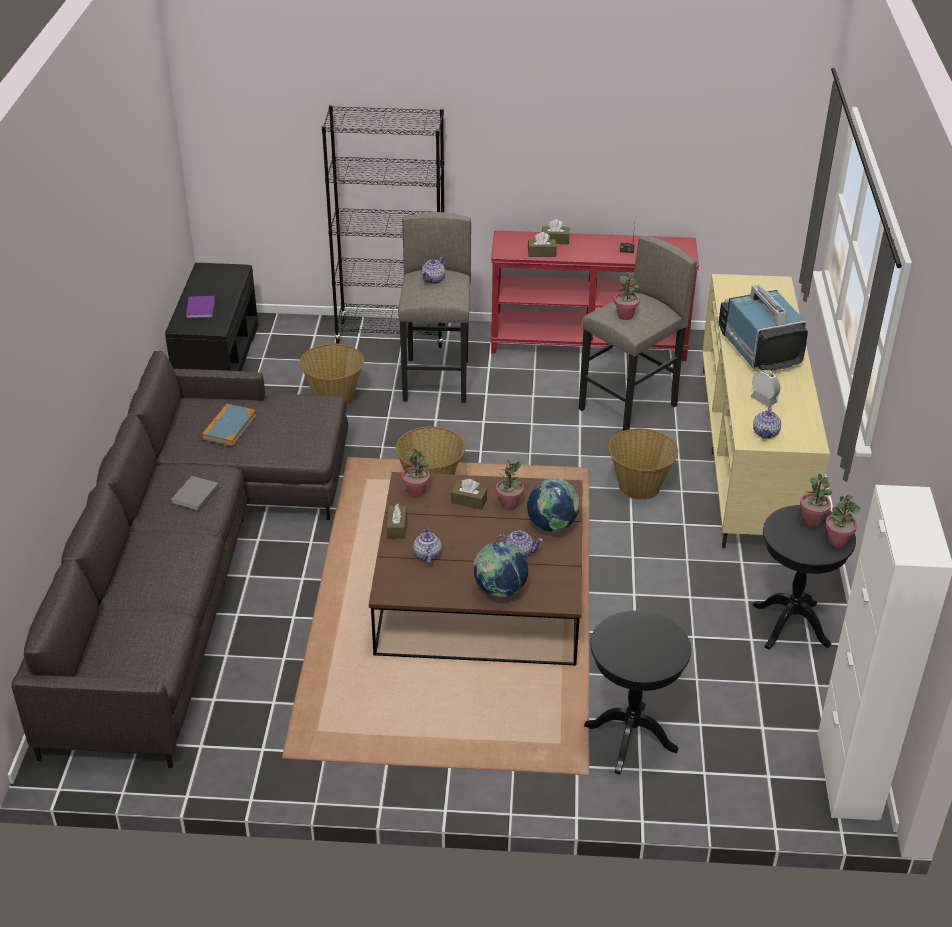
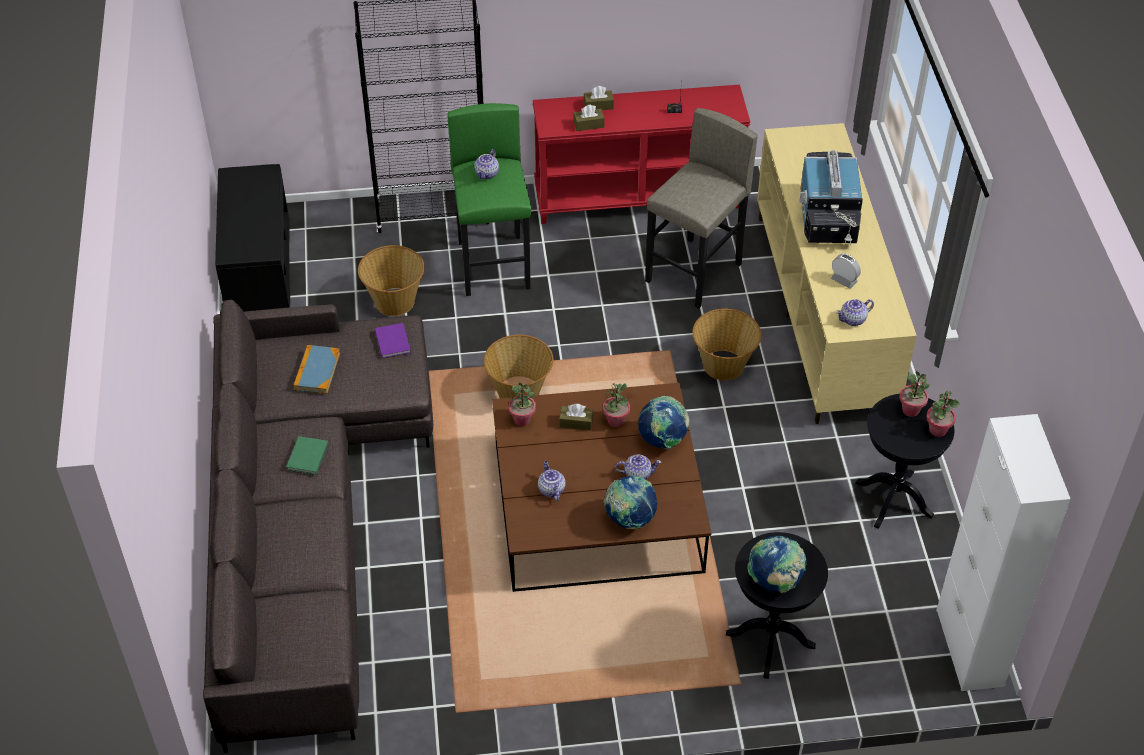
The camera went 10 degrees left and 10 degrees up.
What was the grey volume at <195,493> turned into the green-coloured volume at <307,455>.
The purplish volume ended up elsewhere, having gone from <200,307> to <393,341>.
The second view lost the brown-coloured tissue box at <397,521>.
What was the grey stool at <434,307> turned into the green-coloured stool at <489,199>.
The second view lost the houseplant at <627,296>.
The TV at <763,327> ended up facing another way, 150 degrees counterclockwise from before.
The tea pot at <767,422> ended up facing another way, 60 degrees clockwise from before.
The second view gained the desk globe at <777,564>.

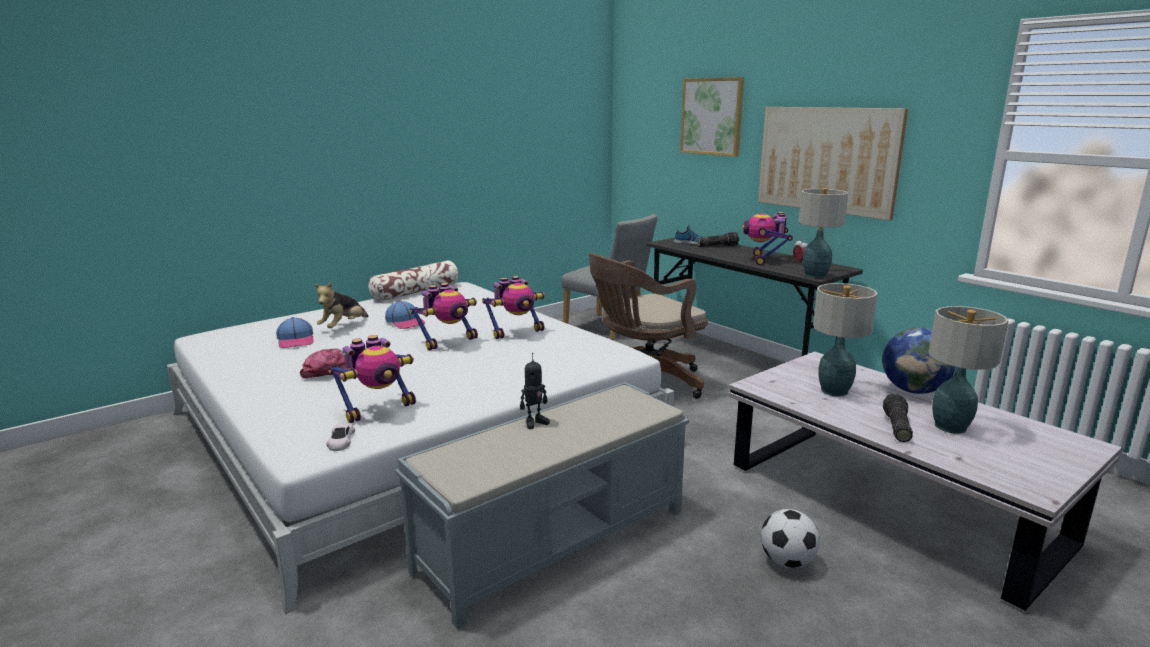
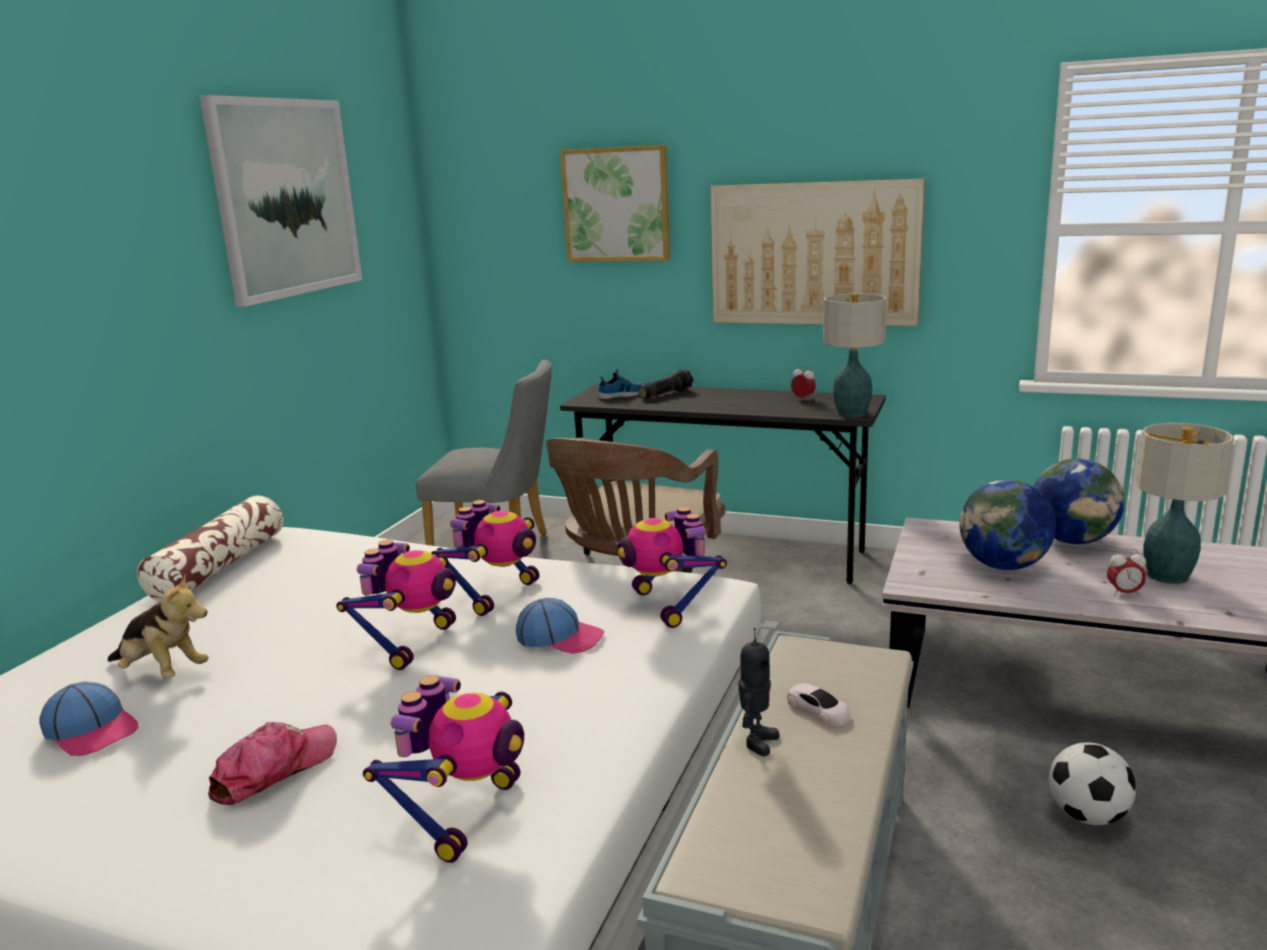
The camera went 30 degrees left and 0 degrees up.
The plush toy at <341,305> ended up facing another way, 60 degrees counterclockwise from before.
The white-coloured miniature car ended up elsewhere, having gone from <340,437> to <818,704>.
The cap ended up elsewhere, having gone from <405,315> to <560,626>.
The model robot ended up elsewhere, having gone from <767,238> to <672,567>.
Where the table lamp stood at <845,339>, the desk globe came to stand at <1007,525>.
Where the hand torch stood at <898,418>, the table clock came to stand at <1126,572>.
The second view gained the wall picture at <281,201>.

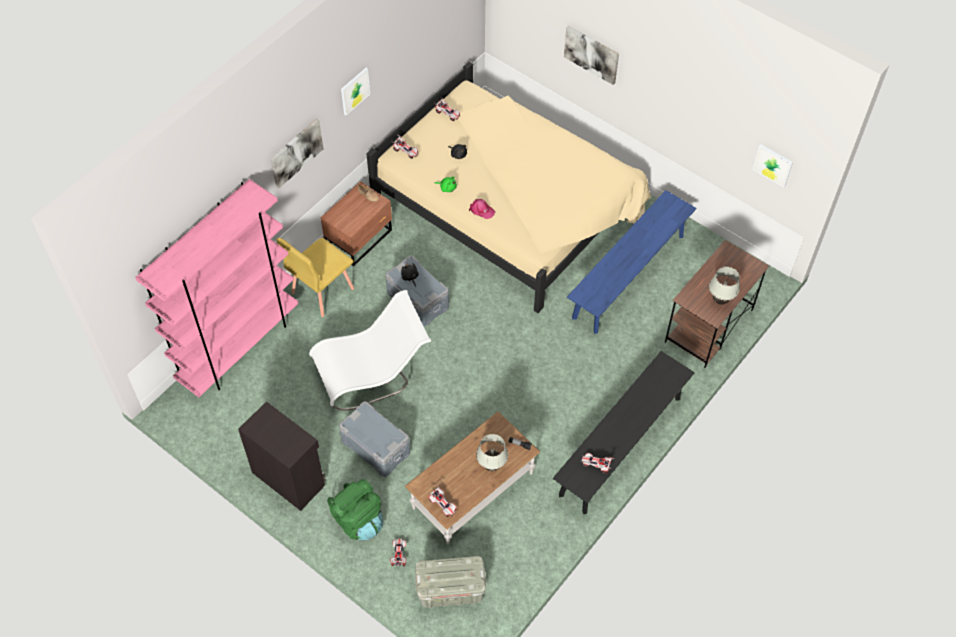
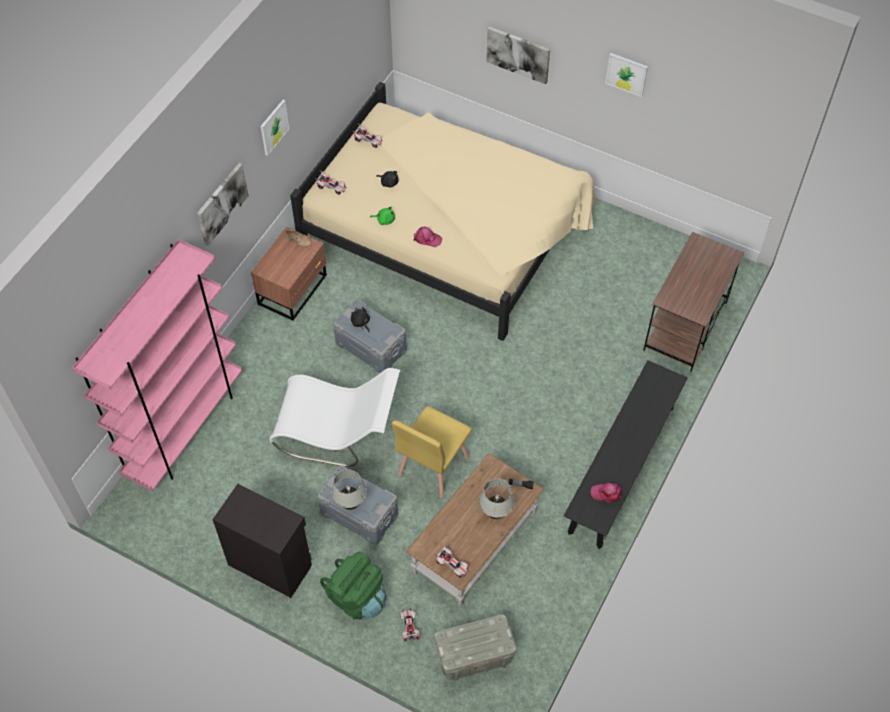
The camera went 10 degrees left and 0 degrees up.
The yellow chair ended up elsewhere, having gone from <315,277> to <432,452>.
The white-coloured chair at <370,350> ended up facing another way, 45 degrees clockwise from before.
The second view lost the blue-coloured bench at <631,262>.
Where the miniature car stood at <597,463>, the pinkish cap came to stand at <607,493>.
The white-coloured table lamp ended up elsewhere, having gone from <724,286> to <349,490>.
The wall picture ended up elsewhere, having gone from <773,165> to <626,75>.

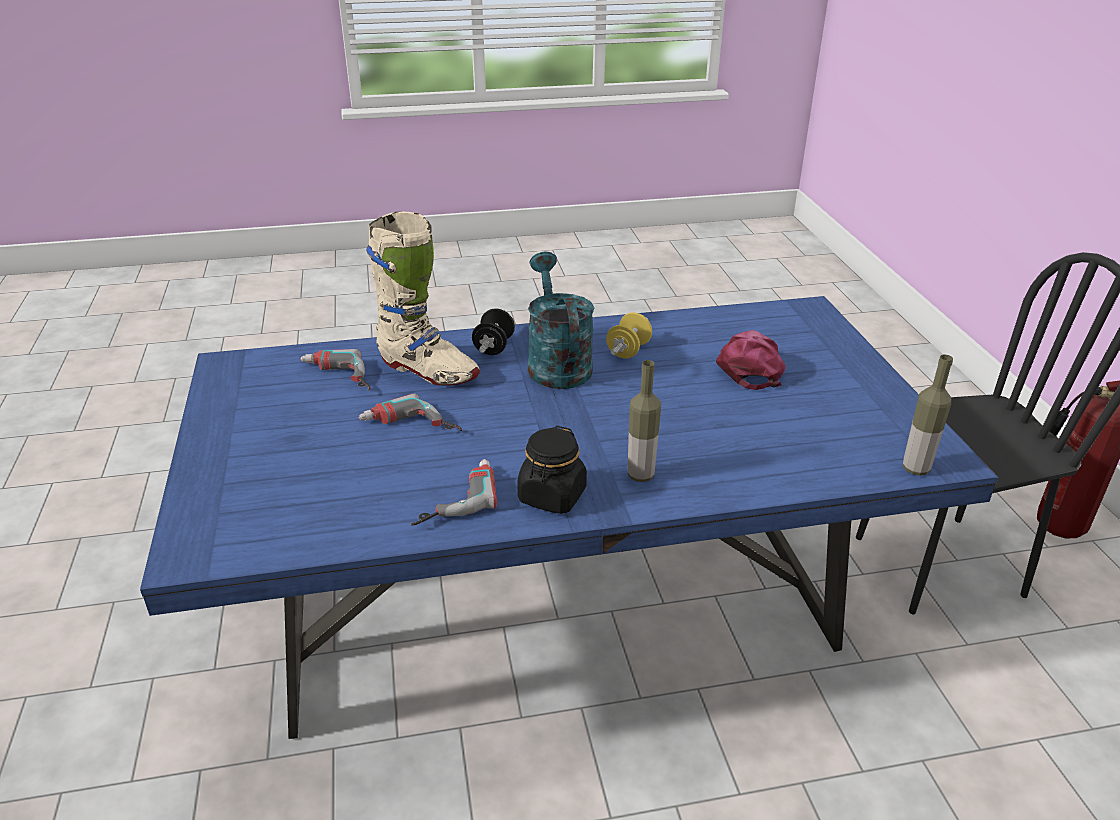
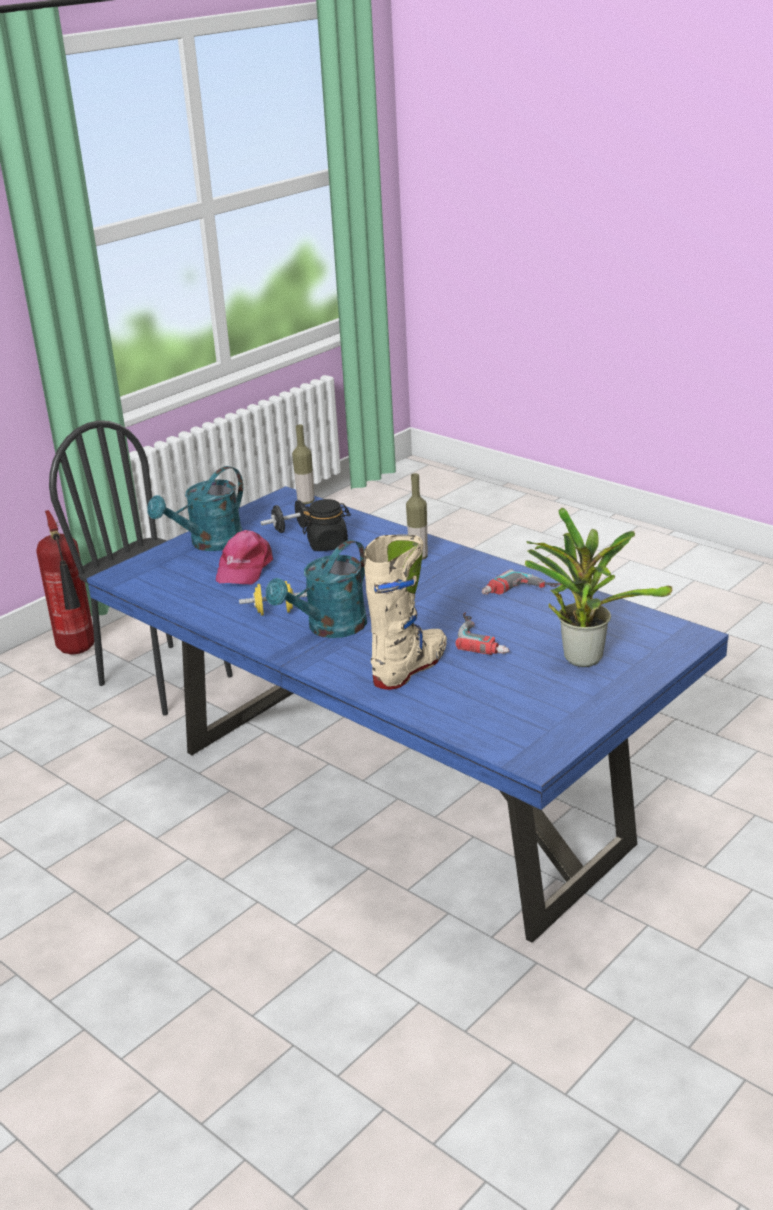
The camera went 125 degrees left and 5 degrees down.
The second view lost the electric drill at <335,370>.
The beige-coloured high-top boot at <423,299> ended up facing another way, 45 degrees clockwise from before.
The black-coloured dumbbell ended up elsewhere, having gone from <493,332> to <284,516>.
The black-coloured jar ended up elsewhere, having gone from <552,470> to <327,525>.
The pinkish cap at <751,360> ended up facing another way, 45 degrees counterclockwise from before.
The second view gained the blue-green watering can at <195,508>.
The second view gained the houseplant at <598,587>.

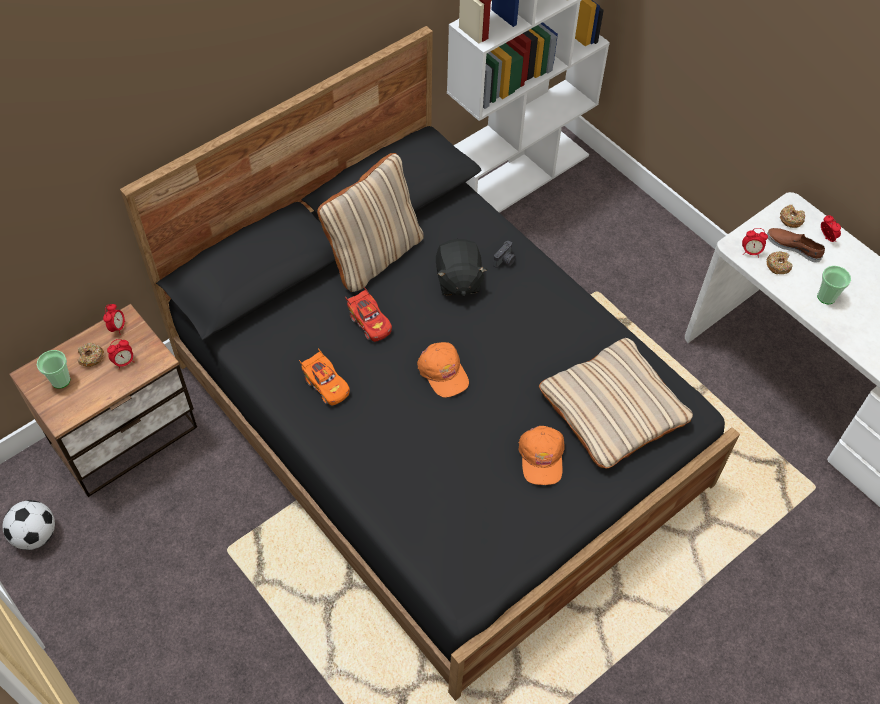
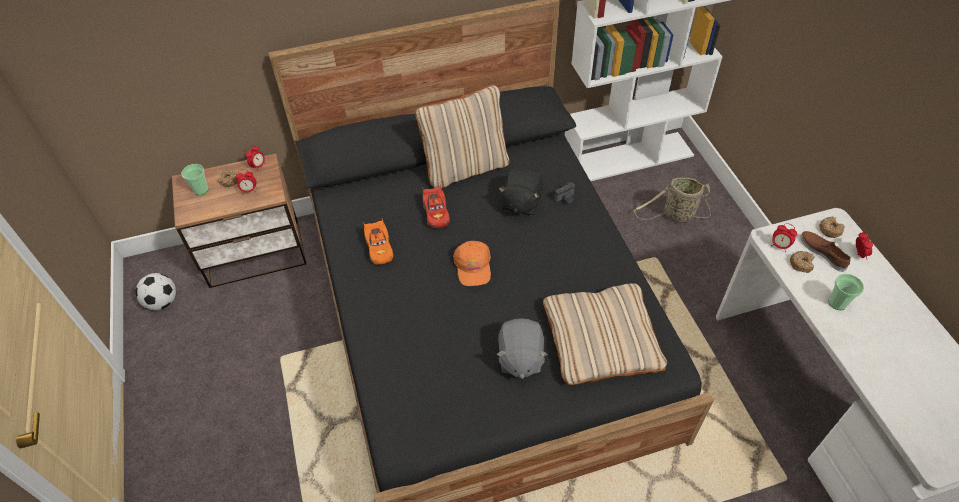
The camera went 25 degrees right and 5 degrees down.
Where the orange-coloured cap stood at <541,455>, the grey plush toy came to stand at <522,348>.
The second view gained the basket at <672,200>.

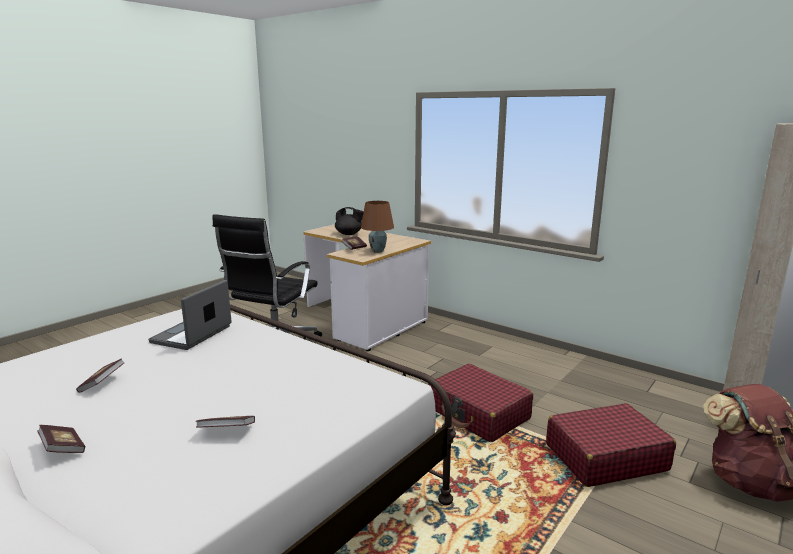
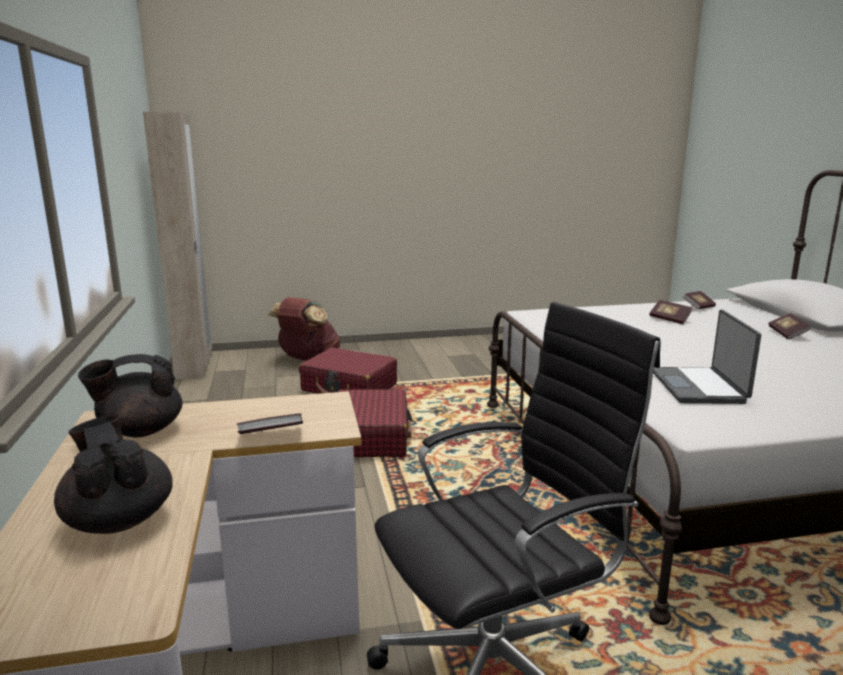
The camera went 140 degrees left and 0 degrees up.
The volume ended up elsewhere, having gone from <100,376> to <699,300>.
The notebook computer at <190,315> ended up facing another way, 120 degrees clockwise from before.
The second view lost the brown-coloured table lamp at <377,227>.
The second view gained the black-coloured tea pot at <130,395>.

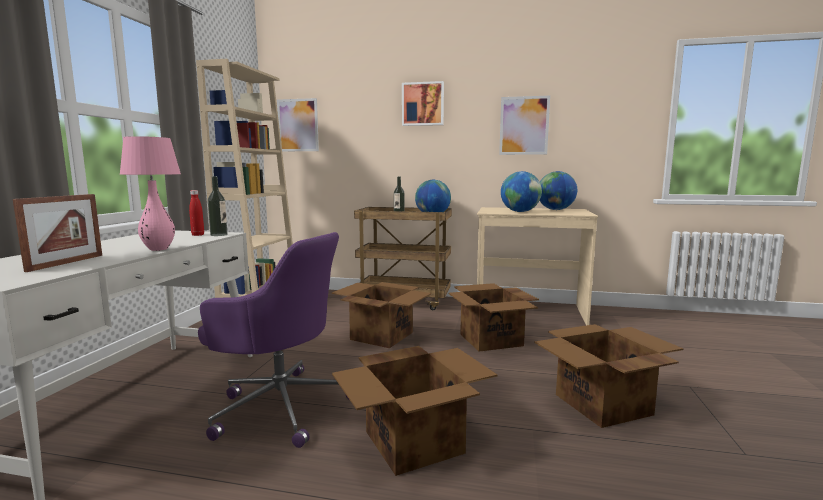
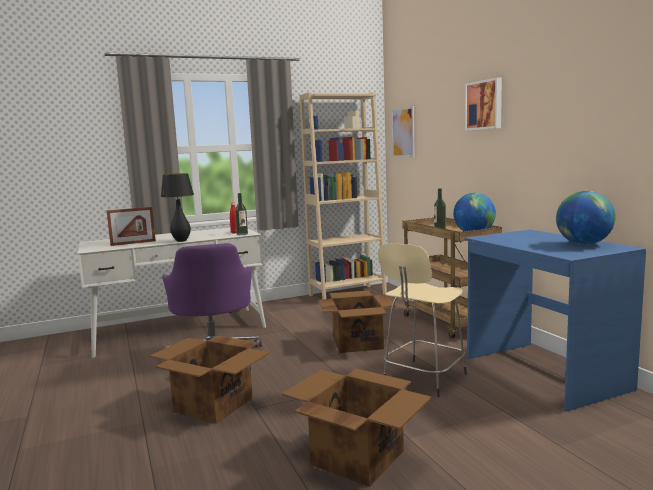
The camera went 55 degrees right and 0 degrees up.
What was the pinkish table lamp at <150,193> turned into the black-coloured table lamp at <177,207>.
Where the cardboard box stood at <494,317>, the beige-coloured stool came to stand at <422,320>.
What was the beige-coloured desk unit at <537,266> turned into the blue-coloured desk unit at <555,320>.
The second view lost the wall picture at <524,125>.
The second view lost the desk globe at <521,191>.

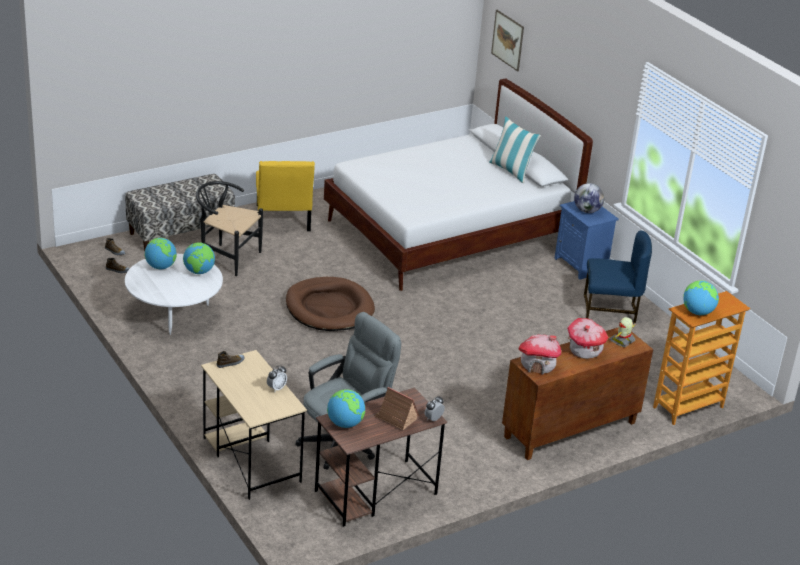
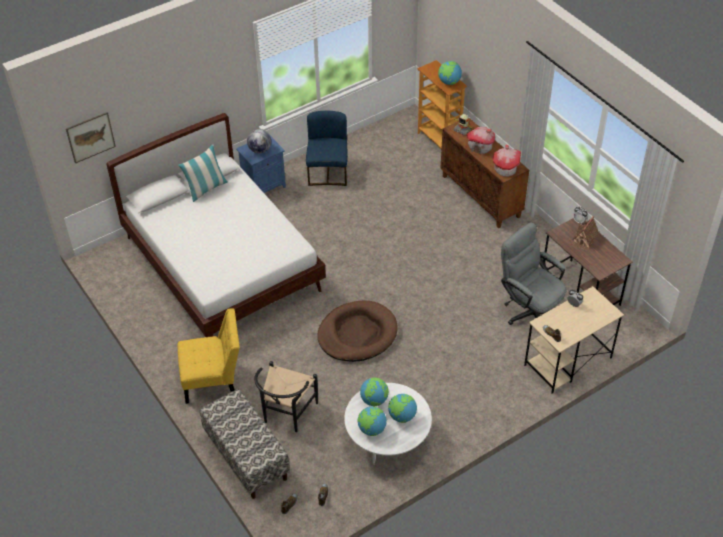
The camera went 90 degrees left and 15 degrees up.
The desk globe ended up elsewhere, having gone from <346,408> to <402,408>.

